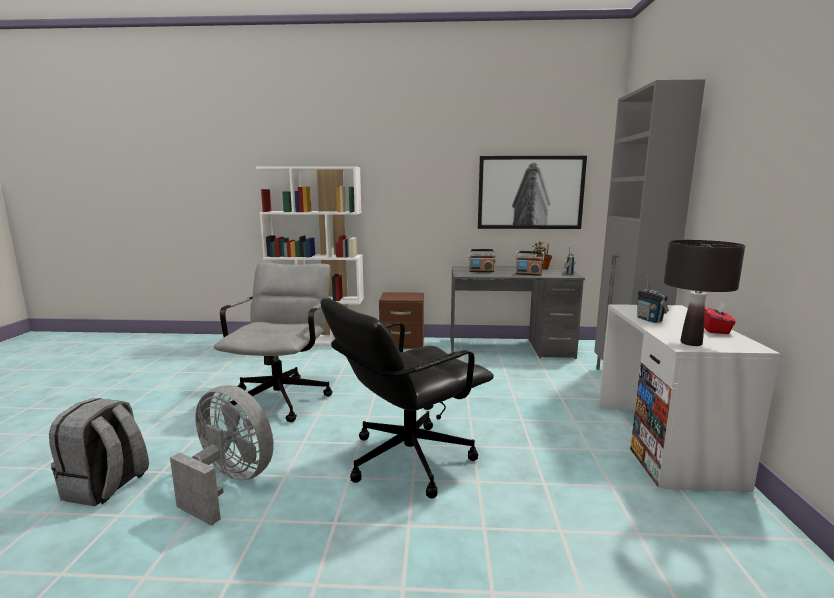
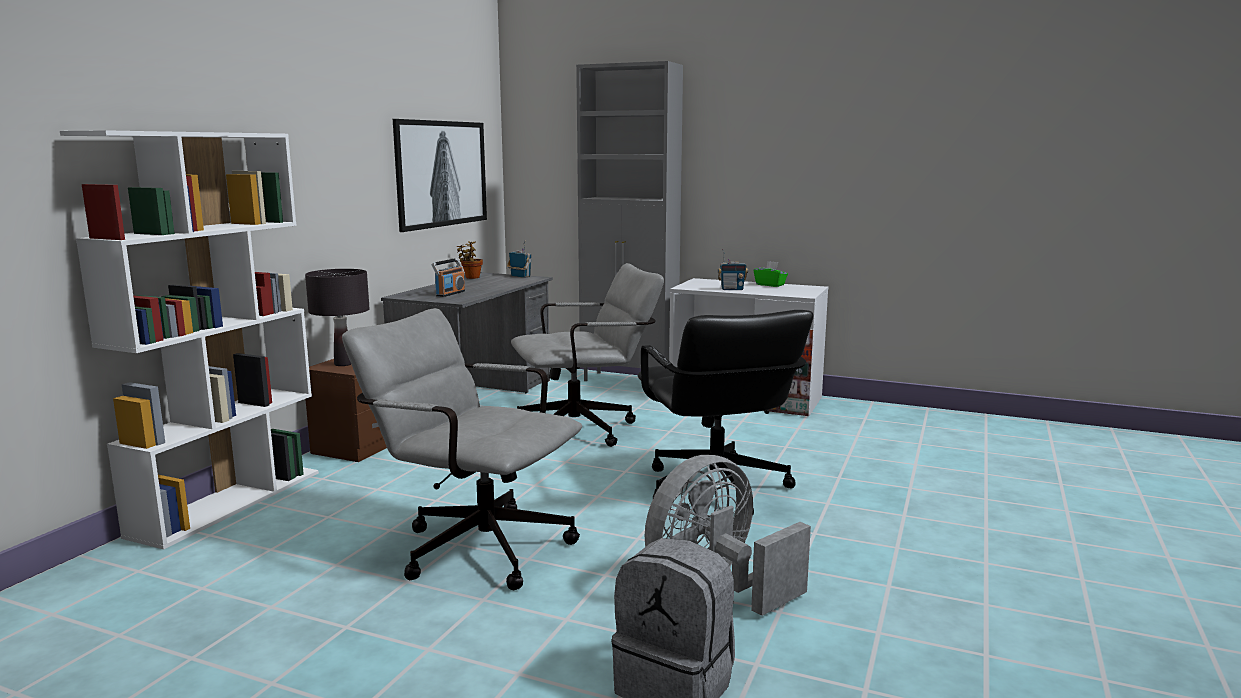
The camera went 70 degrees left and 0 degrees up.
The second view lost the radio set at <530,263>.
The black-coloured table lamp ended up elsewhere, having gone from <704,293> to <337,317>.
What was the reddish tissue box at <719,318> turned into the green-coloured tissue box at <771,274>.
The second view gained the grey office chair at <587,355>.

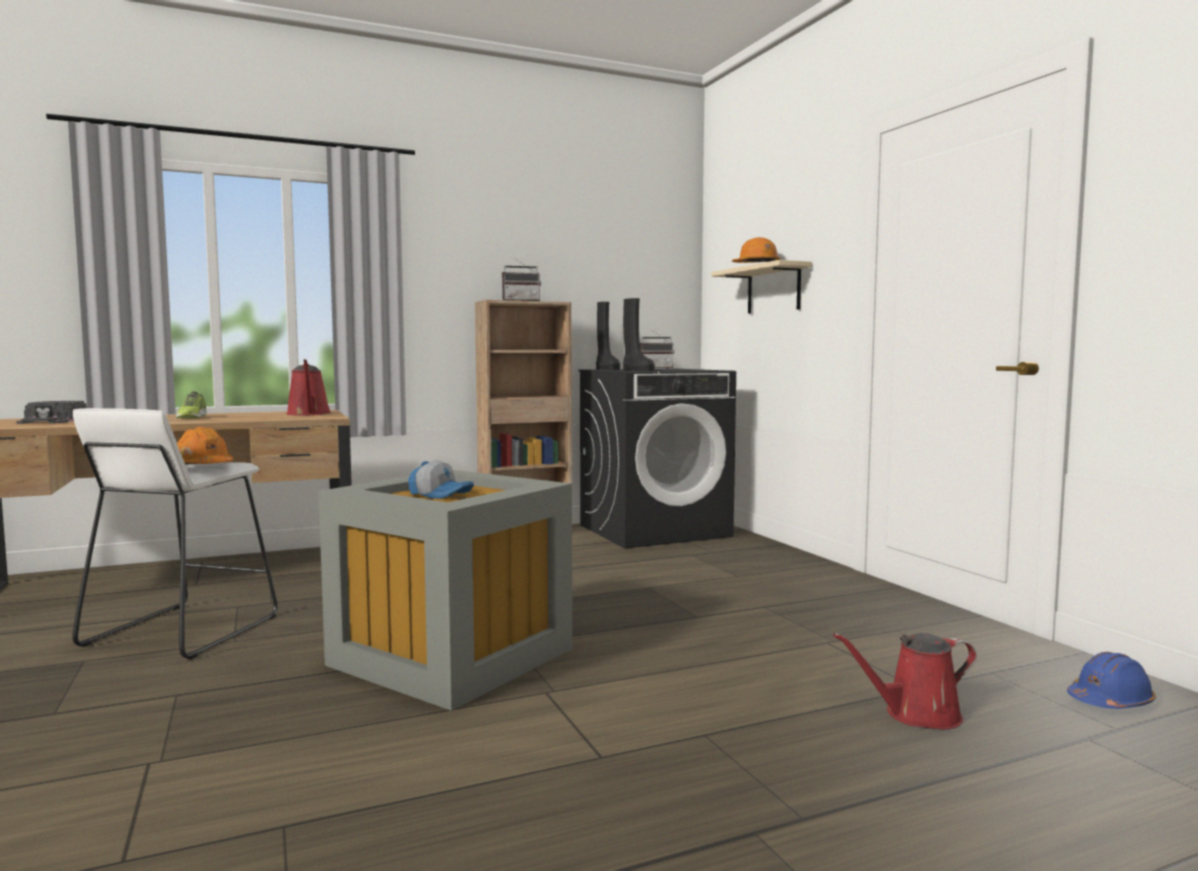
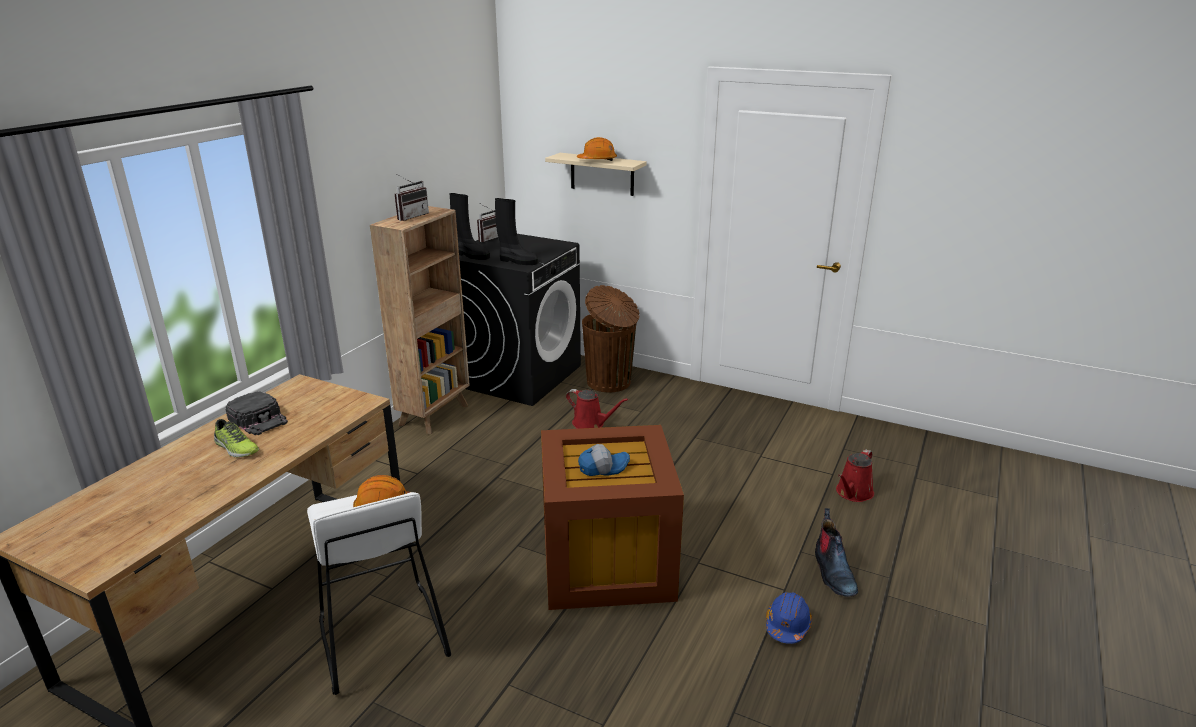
The camera went 40 degrees left and 20 degrees up.
The black-coloured cap ended up elsewhere, having gone from <52,412> to <256,413>.
The reddish watering can ended up elsewhere, having gone from <308,387> to <597,409>.
What was the grey storage box at <445,590> turned into the brown-coloured storage box at <612,517>.
The blue-coloured safety helmet ended up elsewhere, having gone from <1111,680> to <789,618>.
The second view gained the brown-coloured waste bin at <611,338>.
The second view gained the high-top boot at <836,552>.

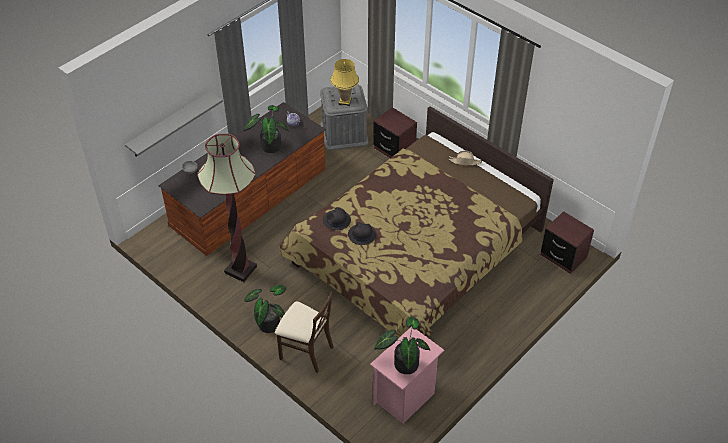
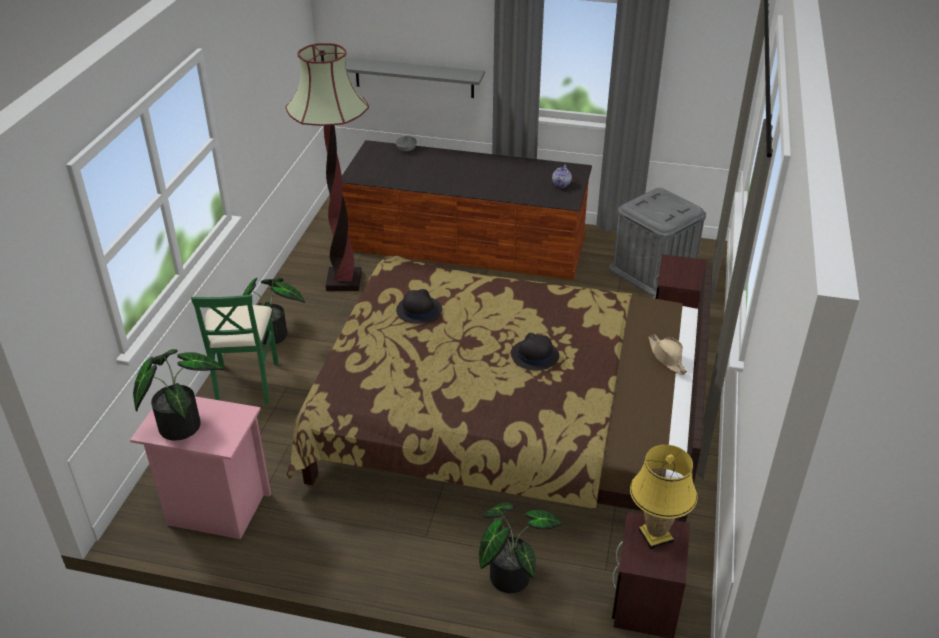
The camera went 60 degrees right and 10 degrees down.
The houseplant ended up elsewhere, having gone from <266,129> to <520,547>.
What was the beige-coloured chair at <304,332> turned into the green-coloured chair at <235,349>.
The black-coloured clothing hat ended up elsewhere, having gone from <337,219> to <535,351>.
The yellow table lamp ended up elsewhere, having gone from <344,82> to <664,497>.

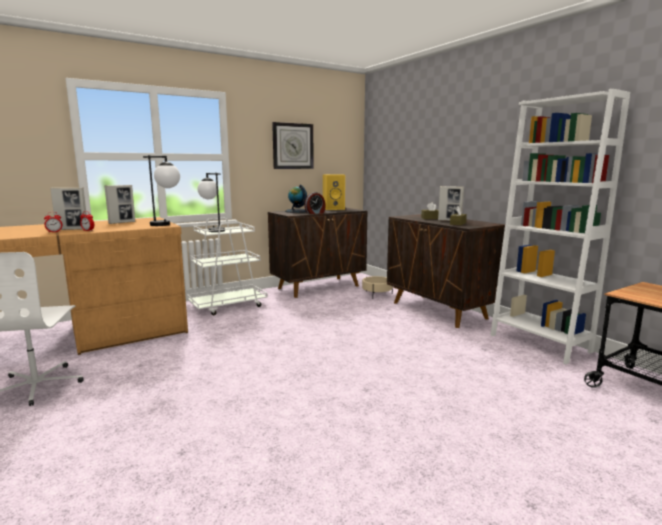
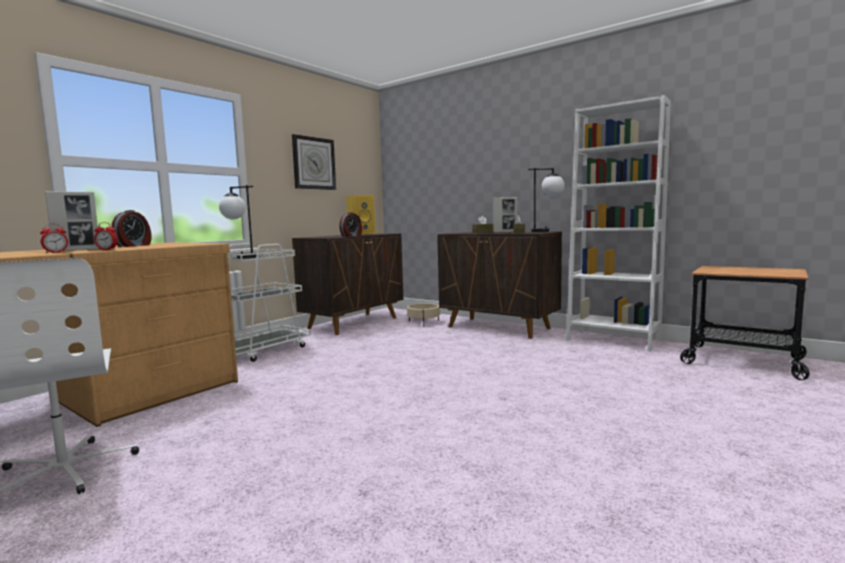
The camera went 20 degrees left and 5 degrees down.
Where the picture frame stood at <119,204>, the table clock came to stand at <131,228>.
The table lamp ended up elsewhere, having gone from <161,190> to <546,200>.
The second view lost the desk globe at <296,199>.

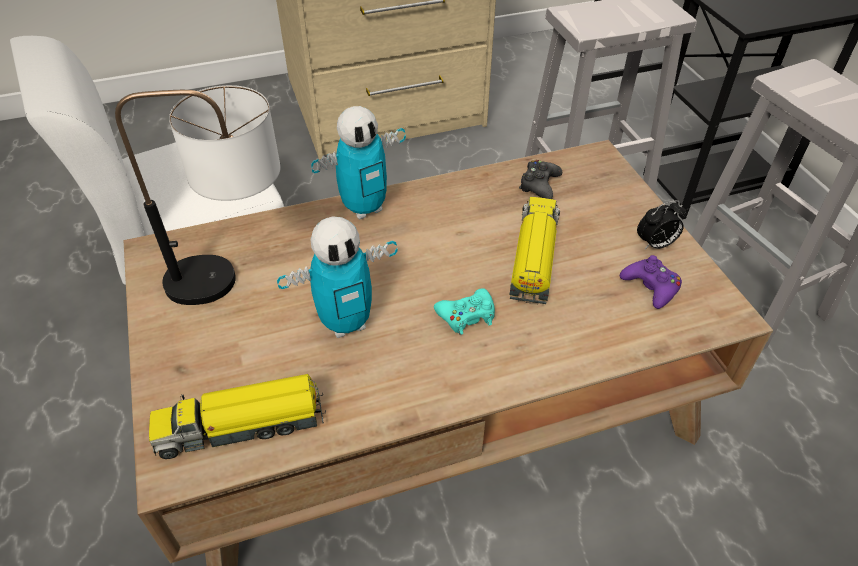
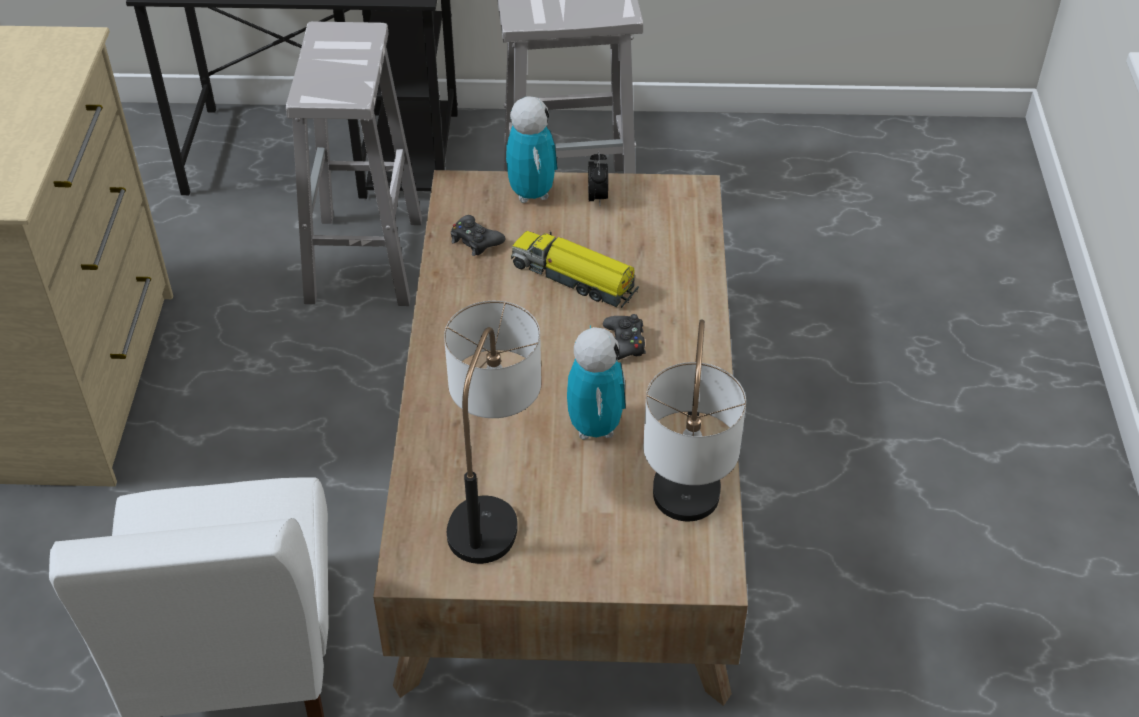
The camera went 70 degrees left and 0 degrees up.
Where the toy lorry stood at <237,416>, the table lamp came to stand at <694,420>.
The model robot ended up elsewhere, having gone from <358,163> to <532,149>.
What was the blue-green gamepad at <464,311> turned into the black-coloured gamepad at <624,337>.
The second view lost the purplish gamepad at <651,282>.

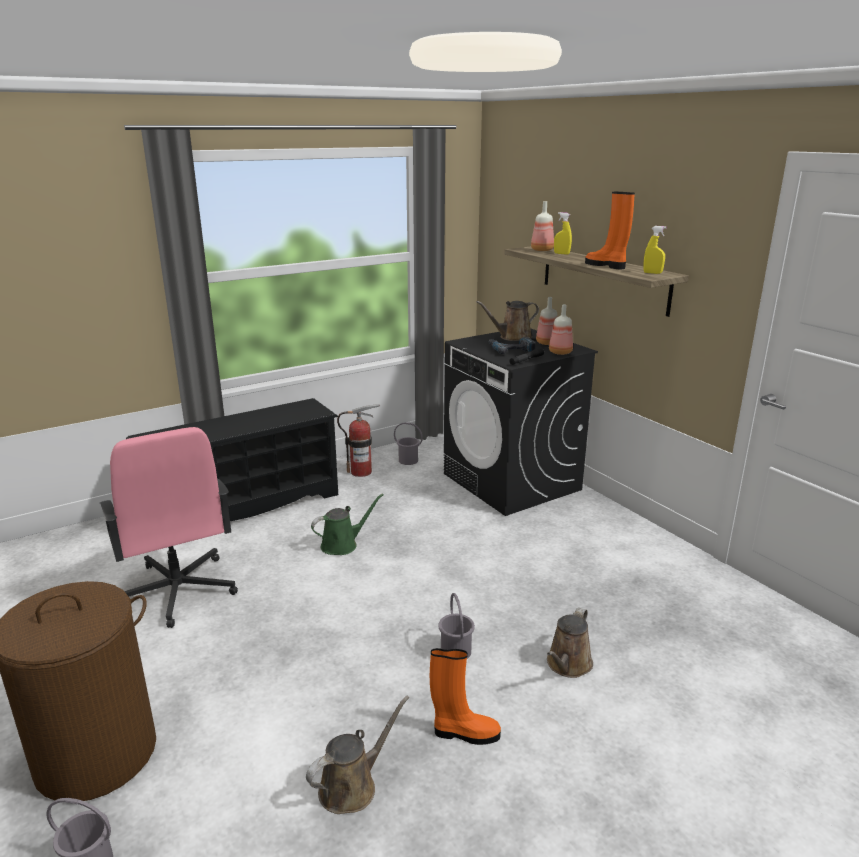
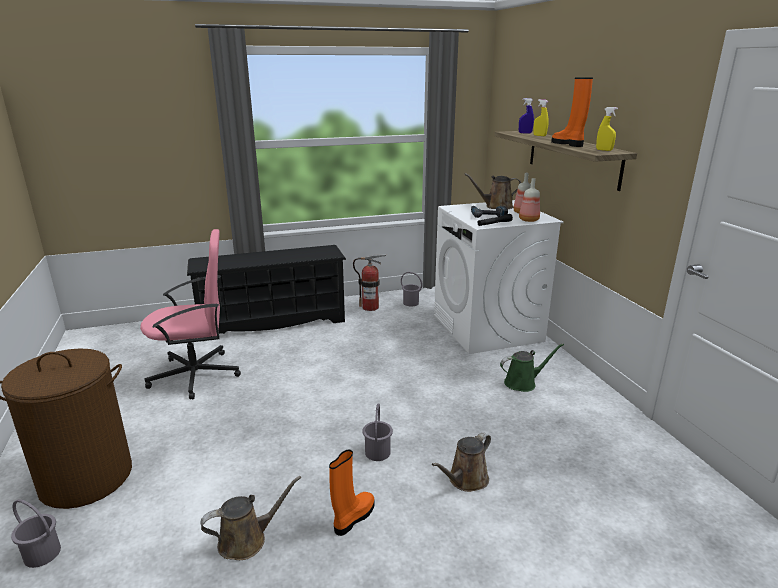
The camera went 15 degrees right and 0 degrees up.
The pinkish office chair at <169,527> ended up facing another way, 90 degrees counterclockwise from before.
The green-coloured watering can ended up elsewhere, having gone from <347,524> to <532,367>.
The orange-coloured high-top boot at <465,696> ended up facing another way, 75 degrees counterclockwise from before.
What was the black-coloured laundry machine at <521,422> turned into the white-coloured laundry machine at <498,277>.
Where the beverage bottle stood at <542,226>, the blue-coloured spray bottle came to stand at <526,115>.

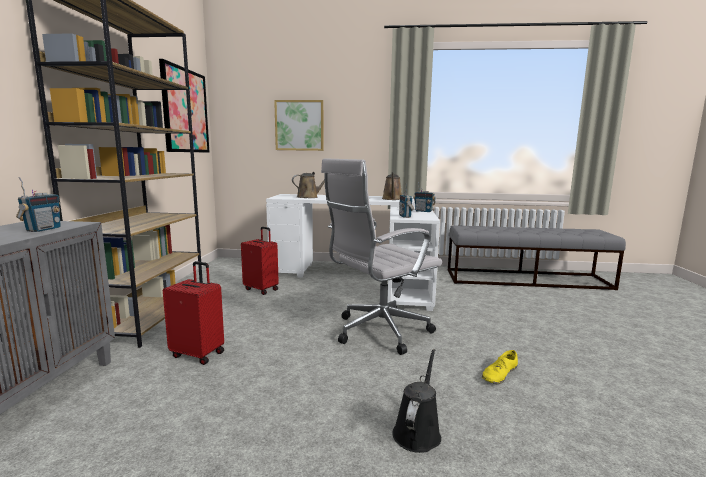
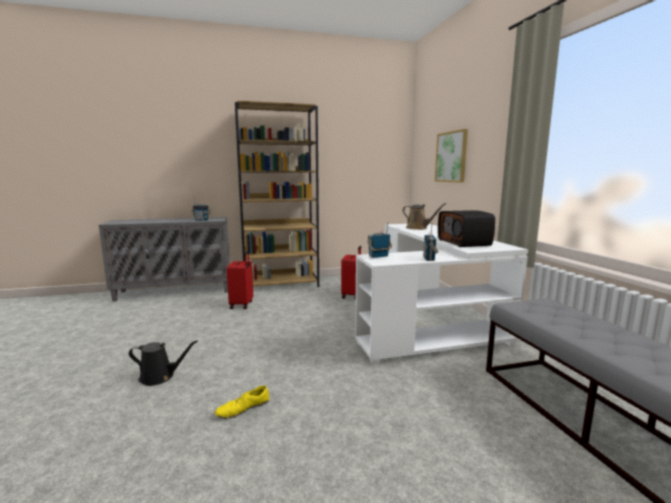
The camera went 70 degrees right and 0 degrees up.
The second view lost the wall picture at <184,106>.
The second view lost the white-coloured office chair at <381,256>.
Where the brown-coloured watering can stood at <392,186>, the radio set came to stand at <466,228>.
The yellow low shoe at <500,367> ended up facing another way, 60 degrees counterclockwise from before.

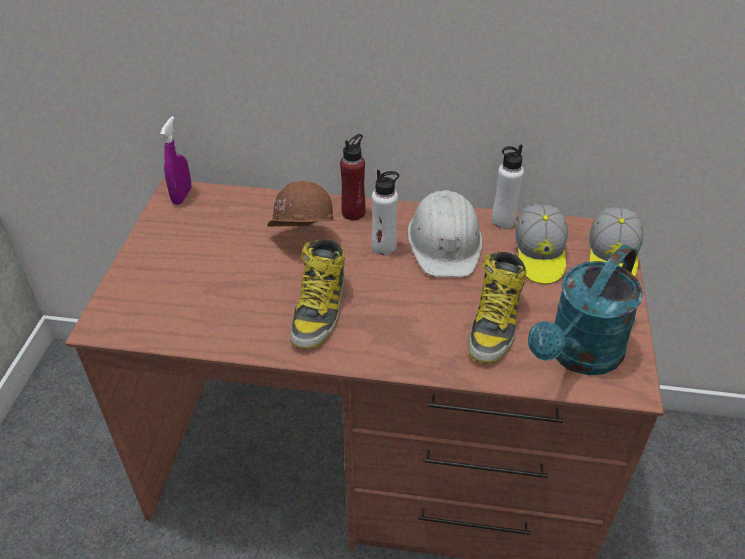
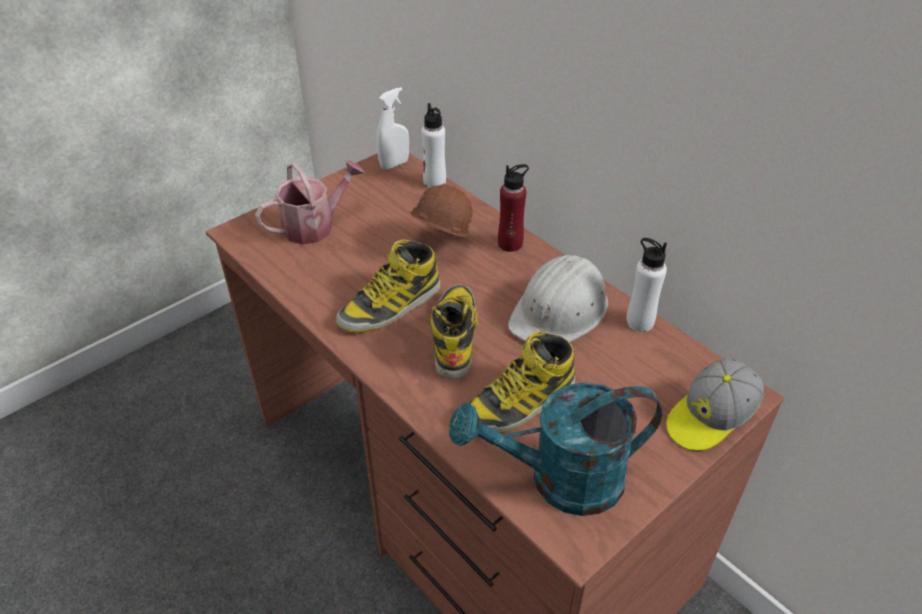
The camera went 40 degrees right and 0 degrees up.
What was the purplish spray bottle at <175,160> turned into the white-coloured spray bottle at <393,128>.
The white-coloured beverage bottle ended up elsewhere, having gone from <385,212> to <433,145>.
The second view lost the cap at <541,244>.
The second view gained the watering can at <310,202>.
The second view gained the high-top boot at <454,332>.

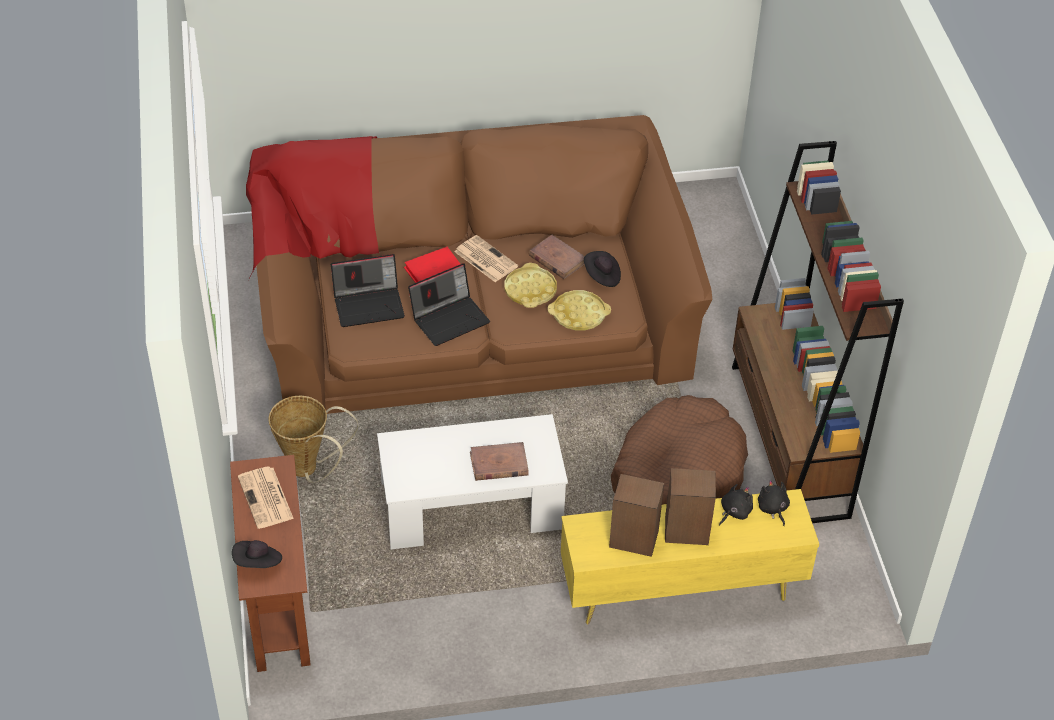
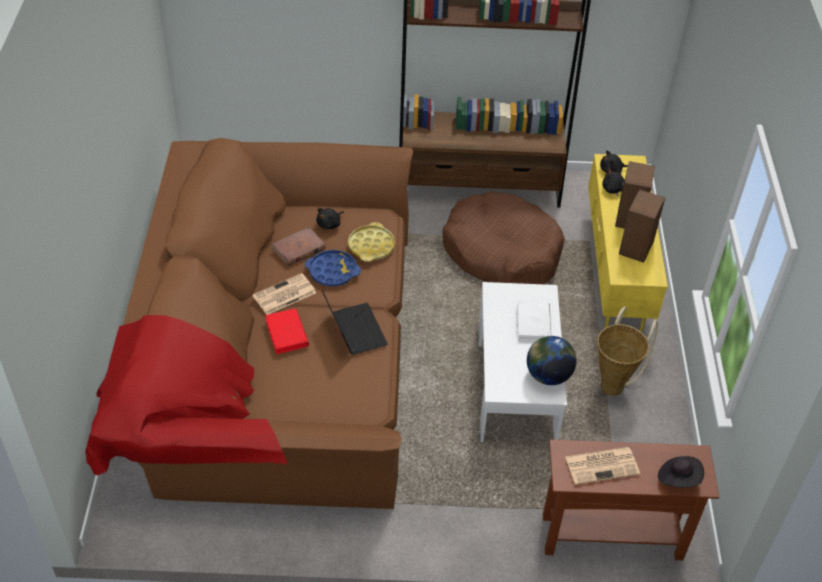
The camera went 80 degrees left and 0 degrees up.
The basket ended up elsewhere, having gone from <313,439> to <627,351>.
The second view lost the notebook computer at <368,290>.
What was the brown-coloured volume at <499,461> turned into the white-coloured volume at <534,321>.
What was the yellow tray at <530,285> turned into the blue-coloured tray at <333,268>.
Where the black-coloured clothing hat stood at <602,269>, the black-coloured plush toy came to stand at <330,218>.
The second view gained the desk globe at <551,360>.

